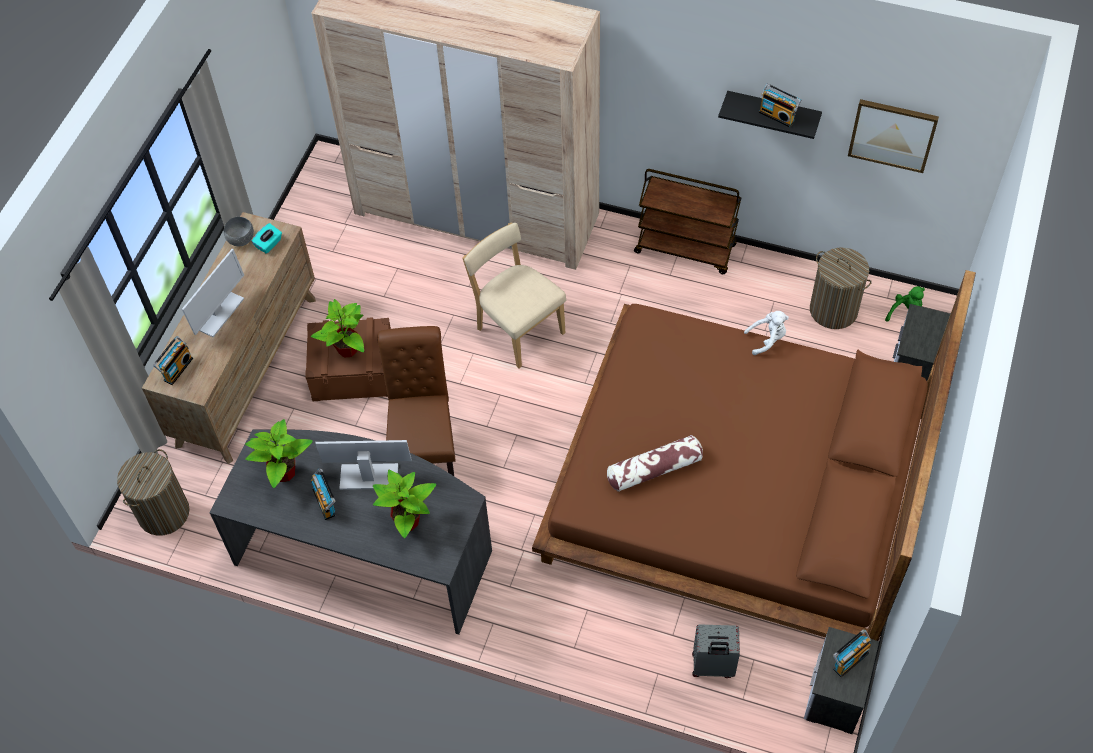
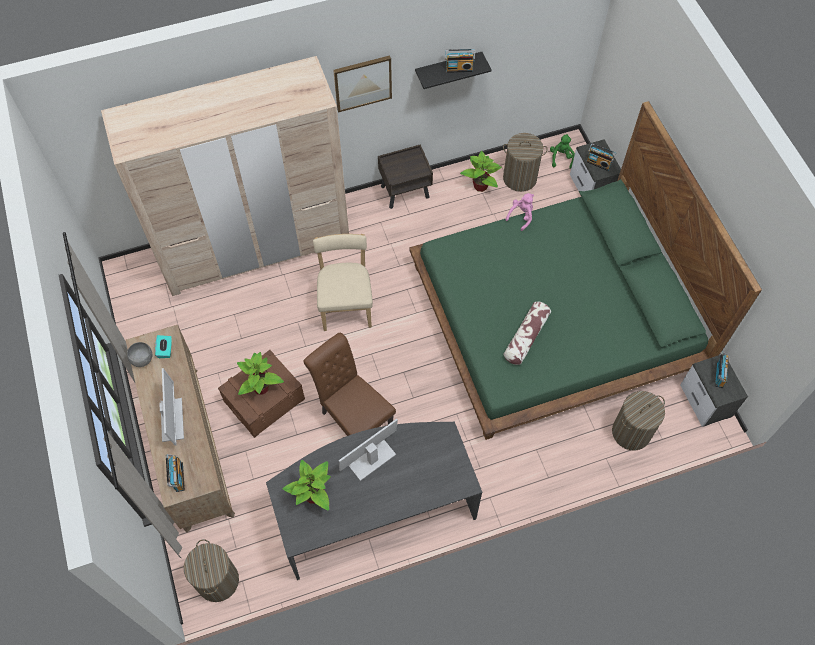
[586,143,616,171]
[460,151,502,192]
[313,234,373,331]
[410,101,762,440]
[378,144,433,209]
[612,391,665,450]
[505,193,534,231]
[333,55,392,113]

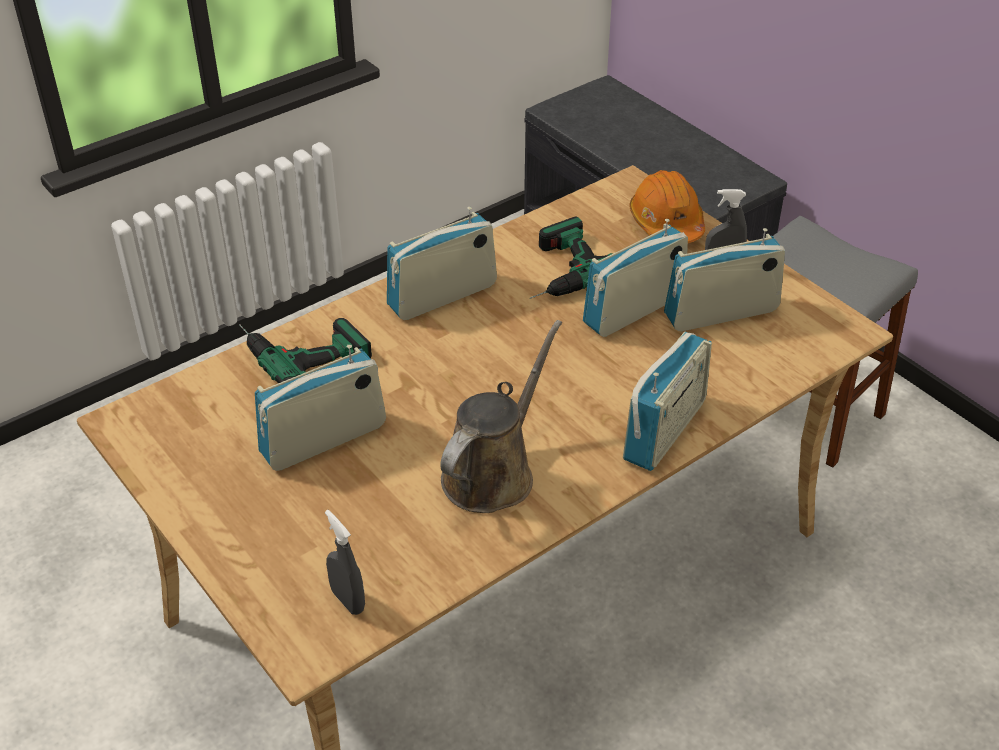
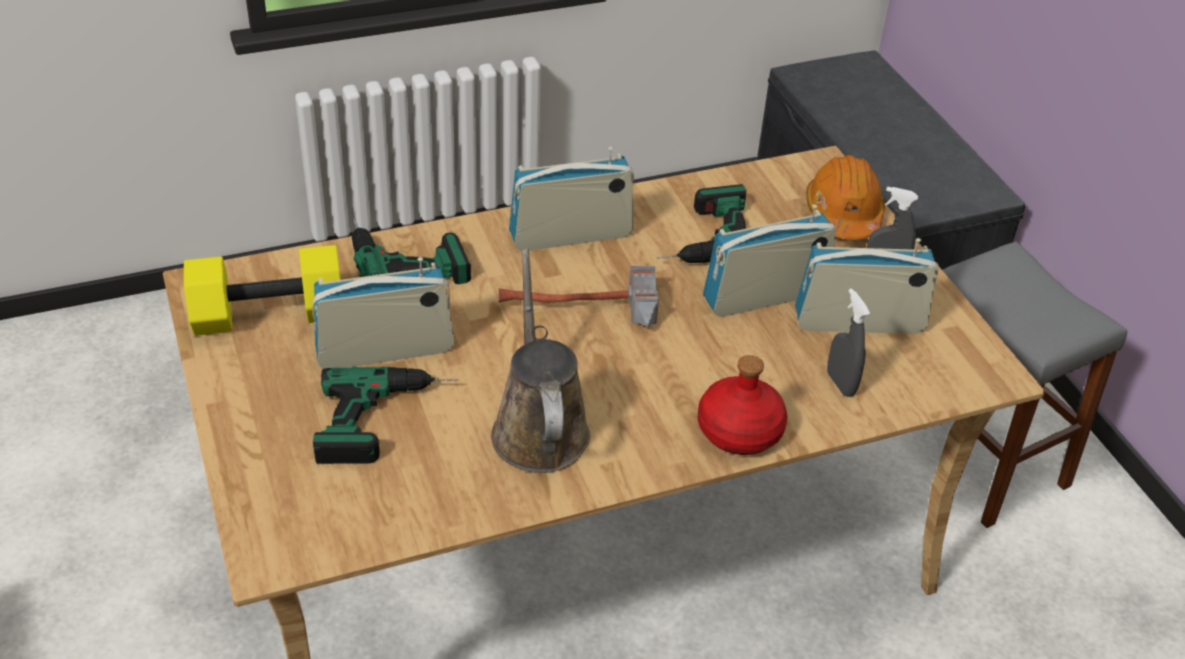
[827,288,870,397]
[491,249,590,473]
[698,355,788,455]
[184,245,341,336]
[313,366,458,464]
[498,266,659,327]

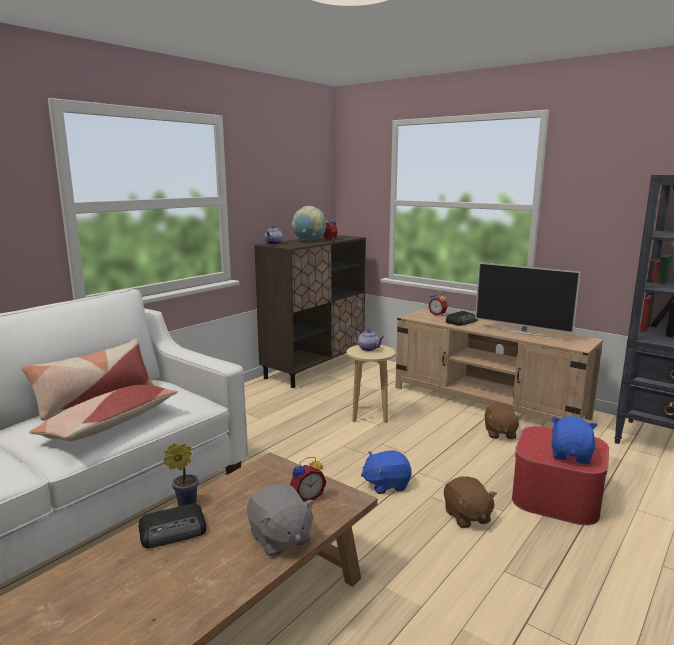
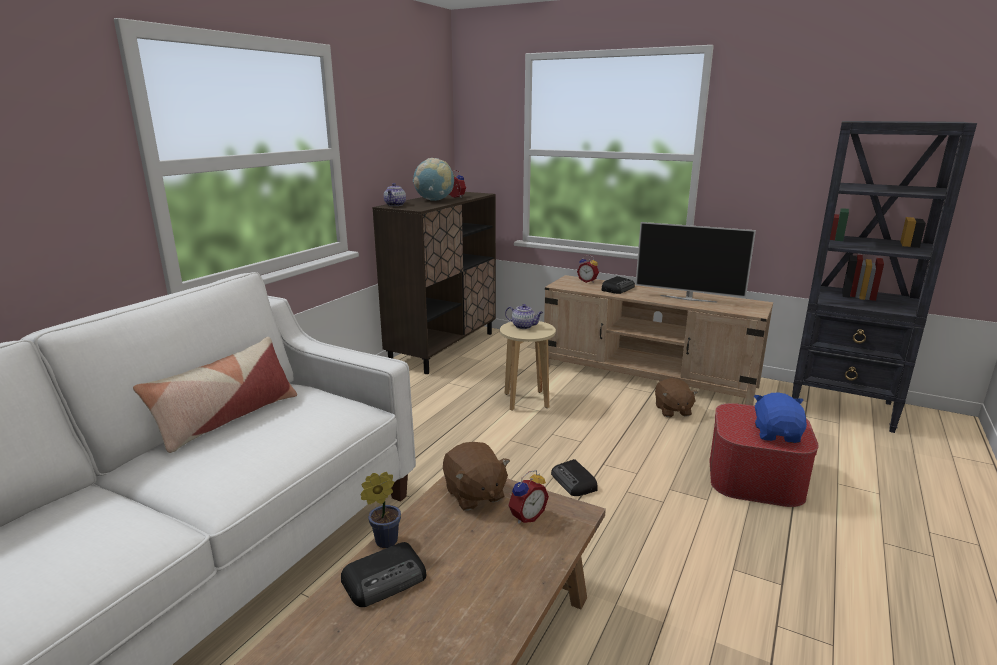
[29,385,178,441] (first image)
[247,484,315,556] (first image)
[551,459,597,496]
[443,442,510,511]

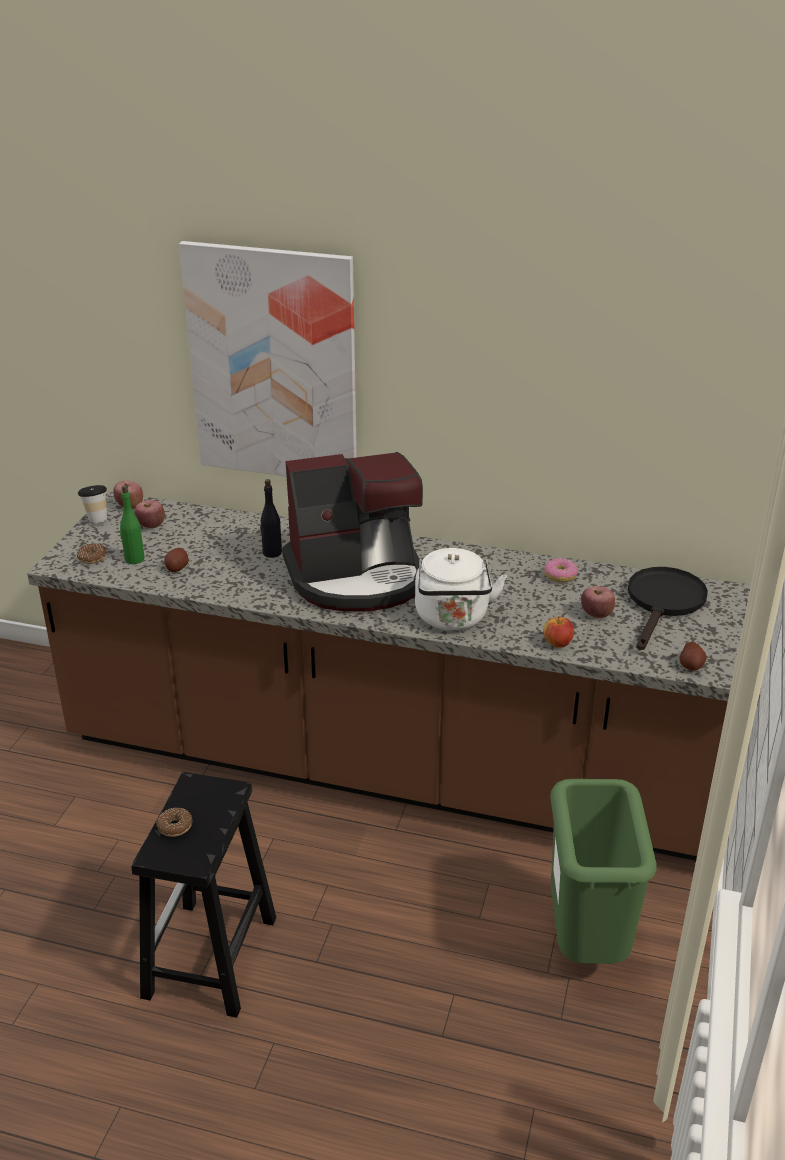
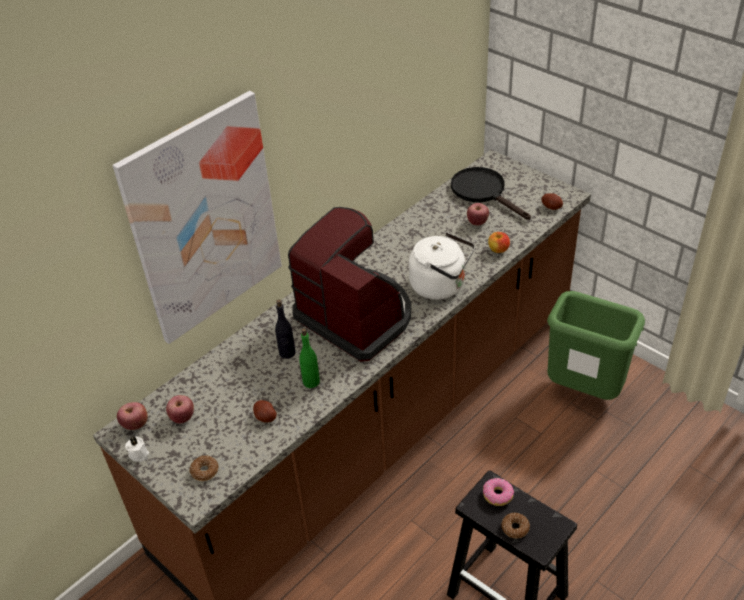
[125,436,149,462]
[299,328,320,388]
[288,207,411,362]
[483,478,514,506]

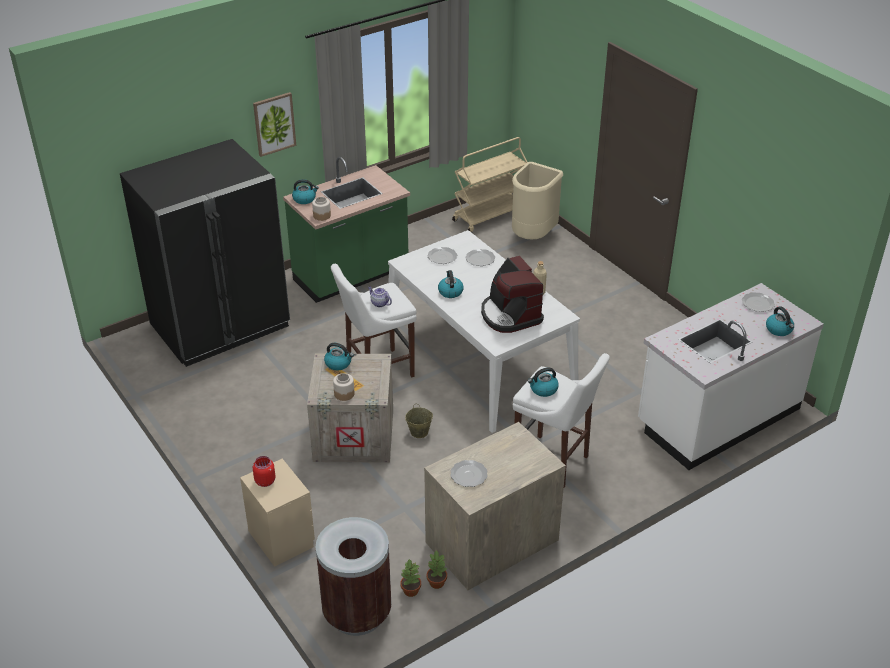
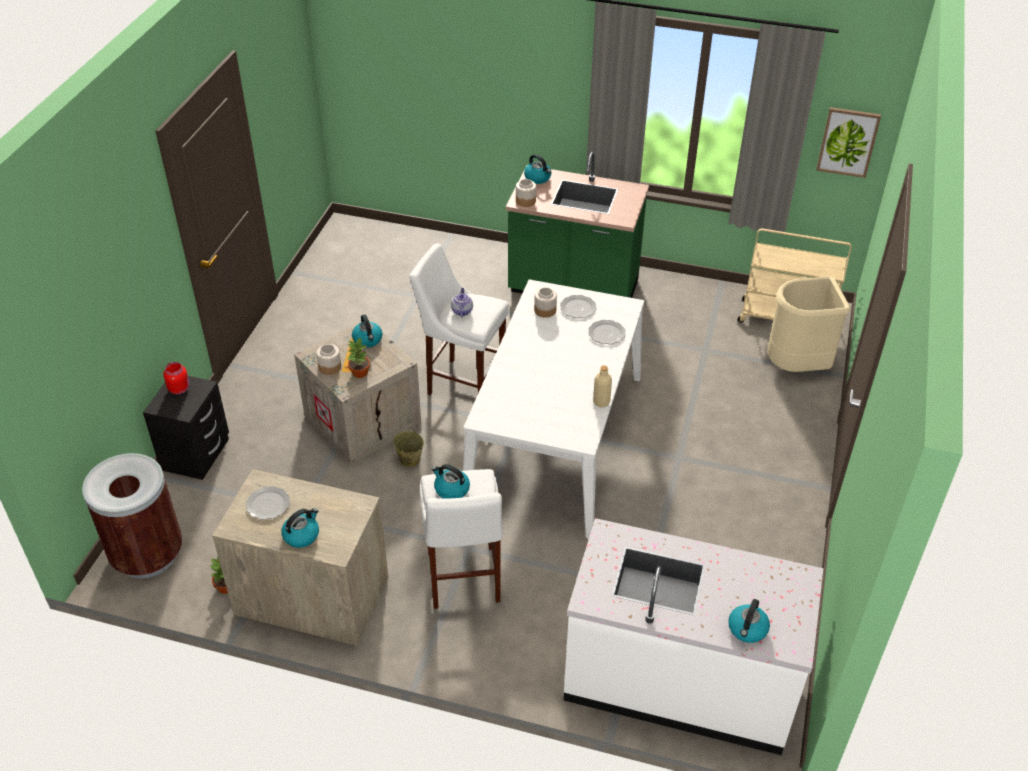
[120,139,290,367] (first image)
[143,376,229,480]
[816,107,881,178]
[348,337,370,378]
[281,508,319,548]
[481,256,544,333] (first image)
[742,292,775,312] (first image)
[534,287,557,318]

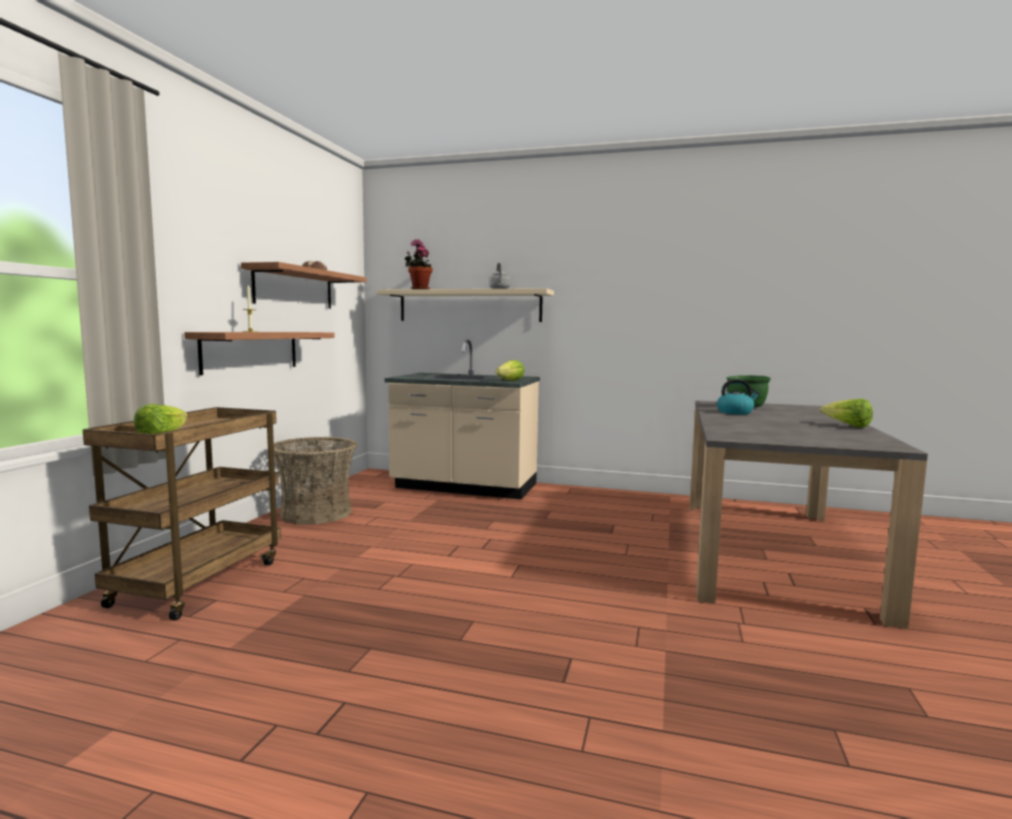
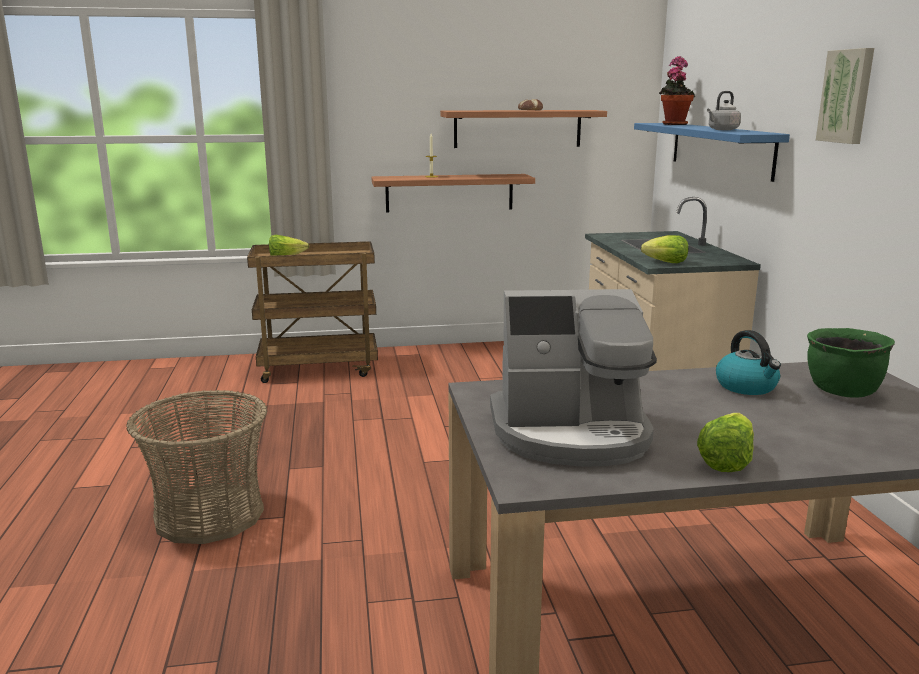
[126,390,267,544]
[634,123,790,182]
[490,289,657,467]
[816,48,874,144]

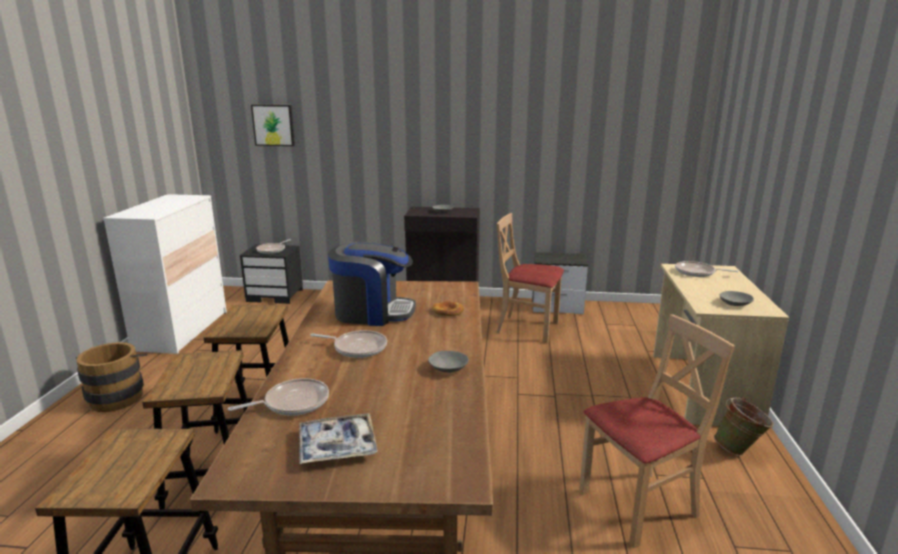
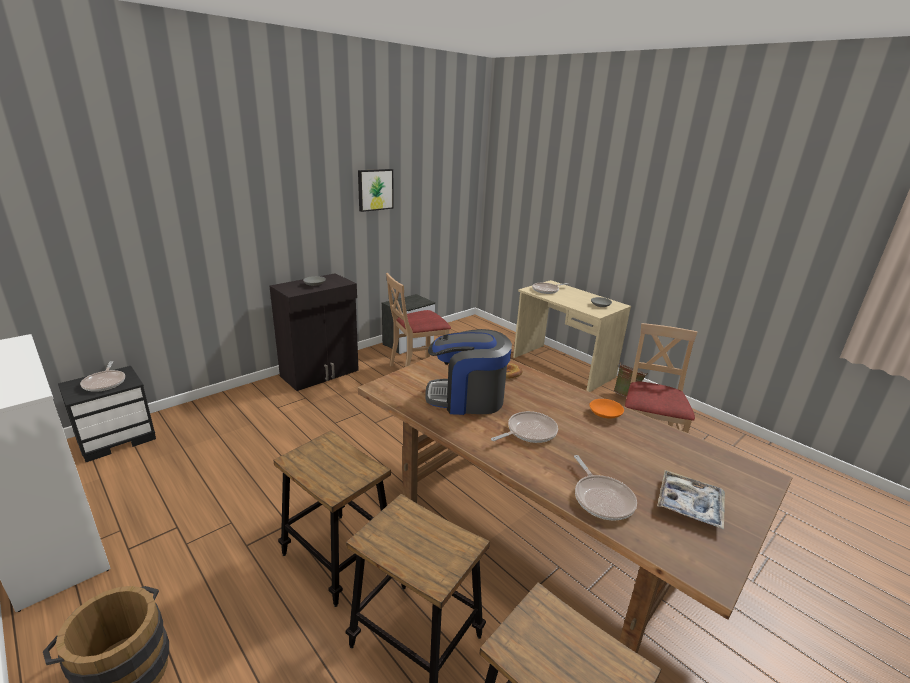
[574,455,637,521]
[358,169,394,212]
[425,329,512,415]
[589,399,624,419]

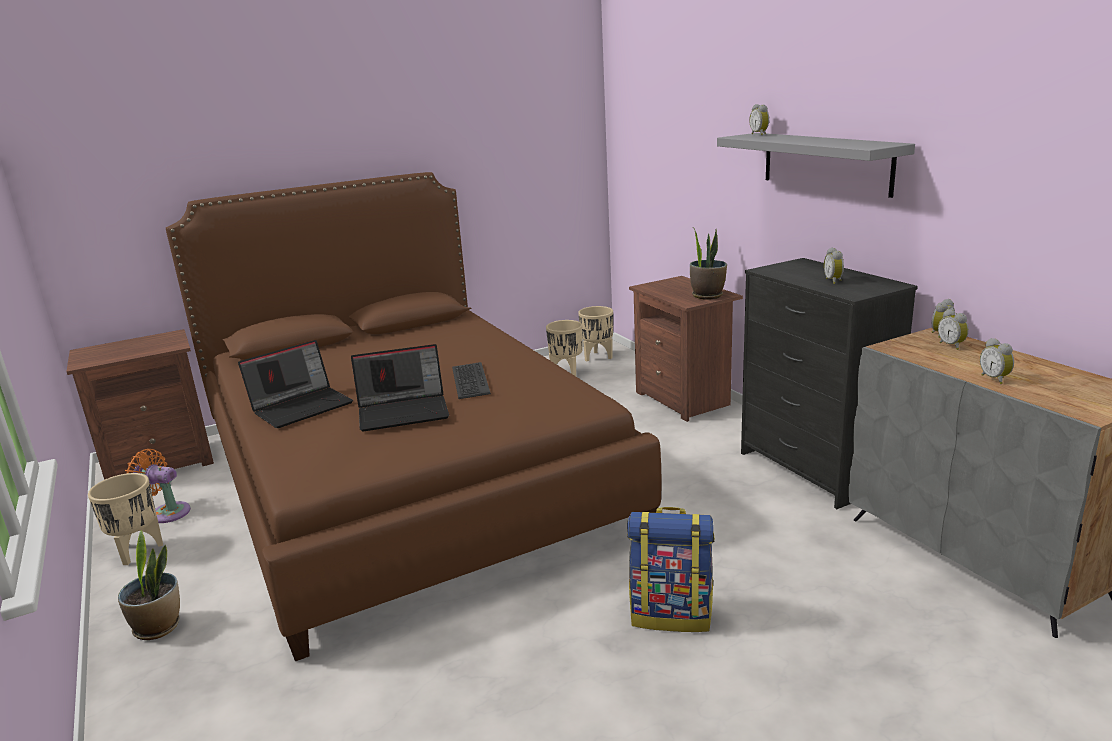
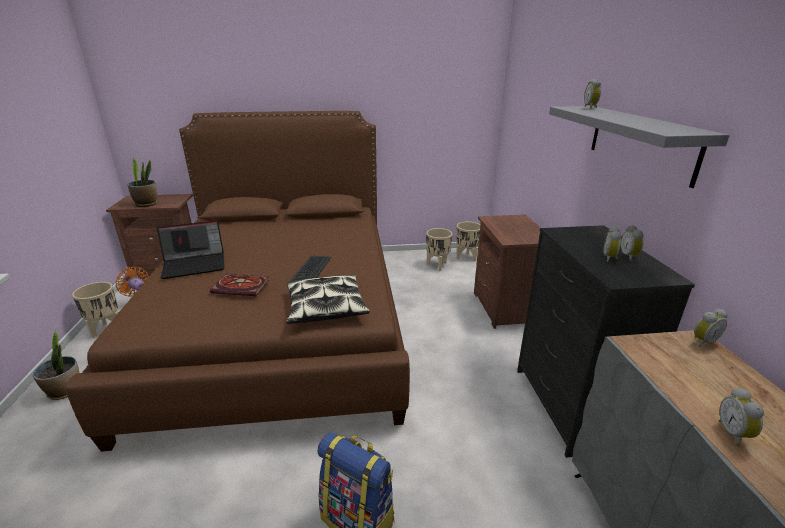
[210,274,269,296]
[128,156,157,207]
[621,225,644,261]
[286,275,370,324]

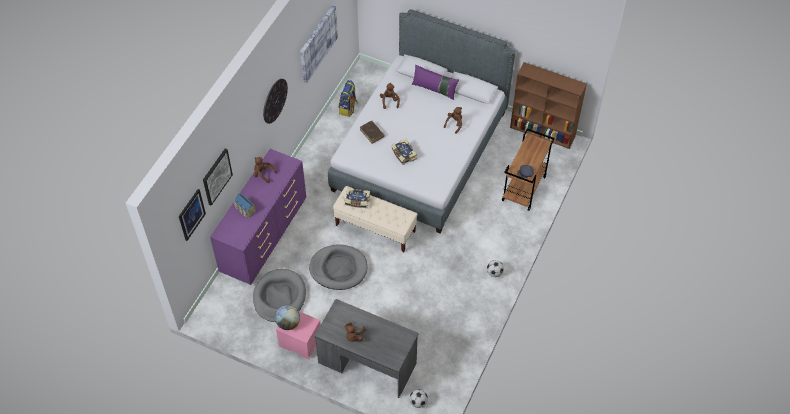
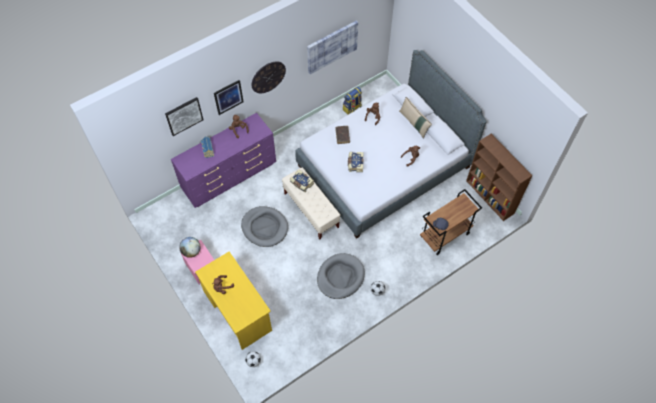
[214,80,244,115]
[317,253,365,299]
[195,251,272,350]
[399,97,432,138]

